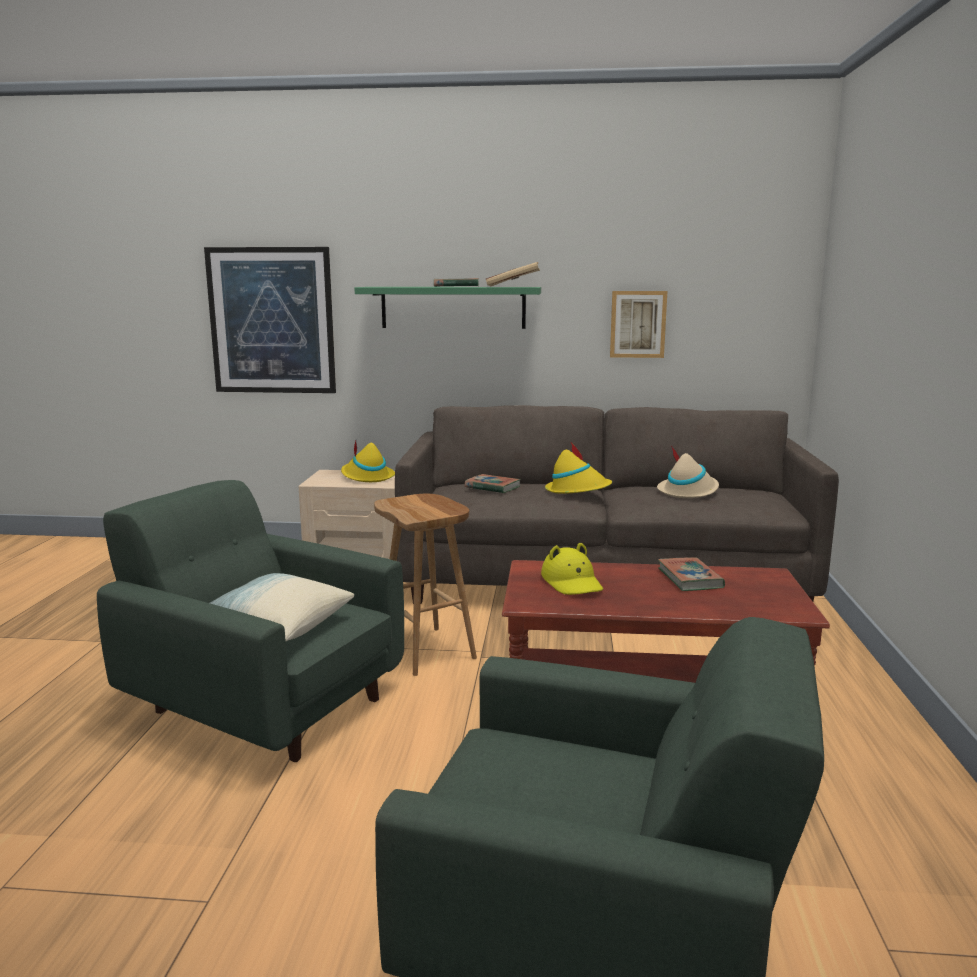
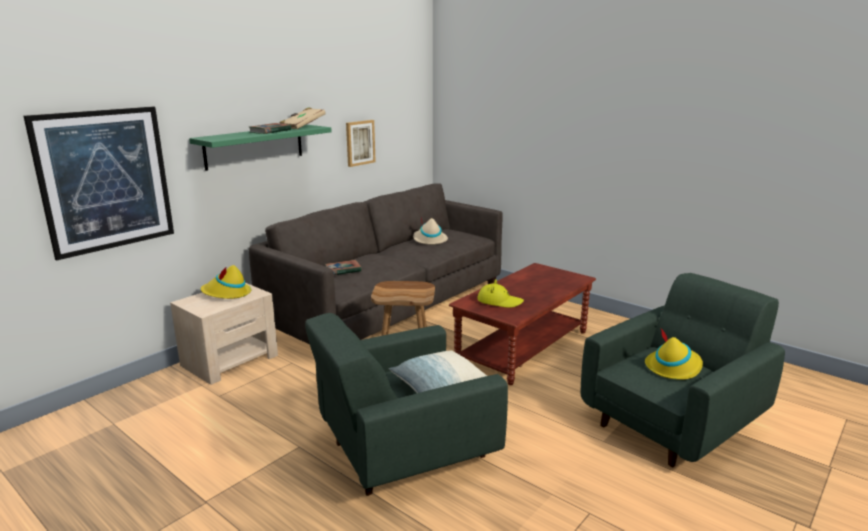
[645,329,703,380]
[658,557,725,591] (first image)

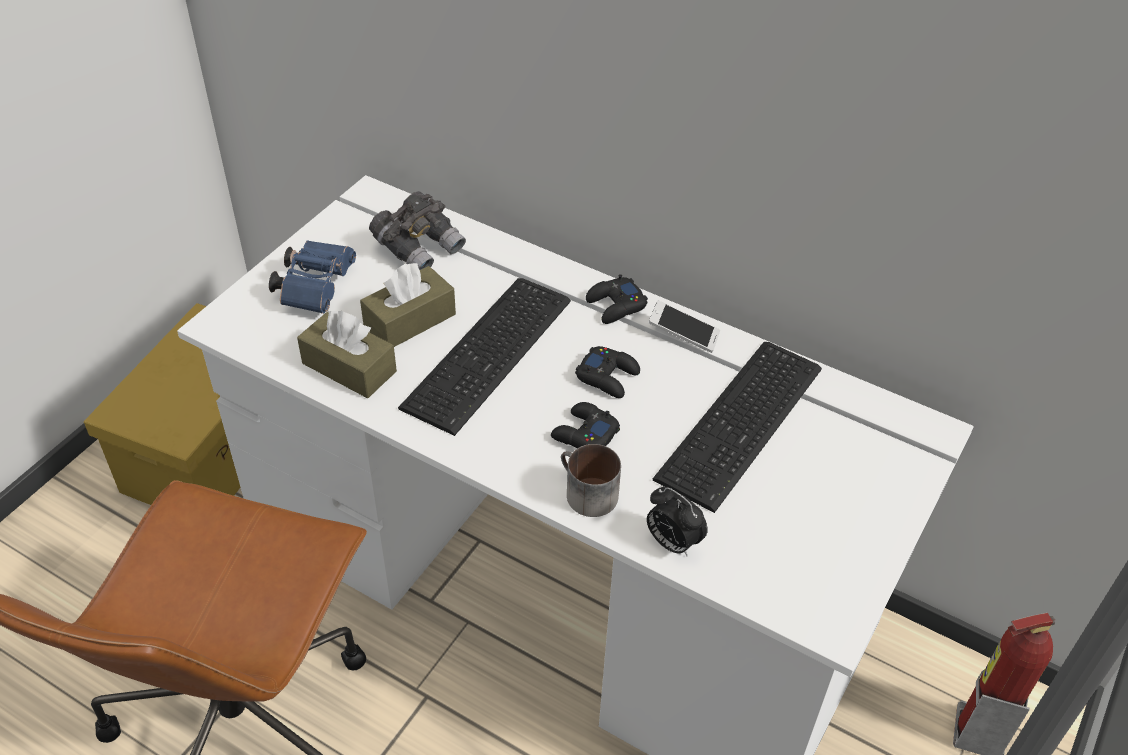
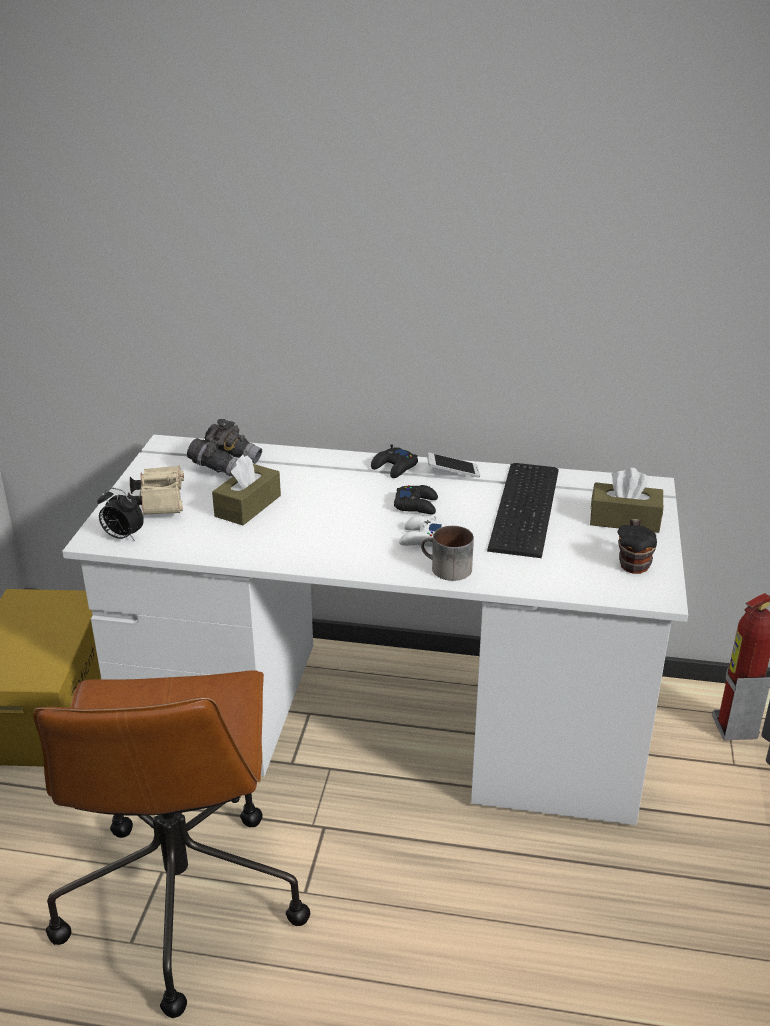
[128,465,184,515]
[590,468,663,533]
[398,278,571,436] (first image)
[399,515,447,547]
[97,487,144,541]
[617,519,657,574]

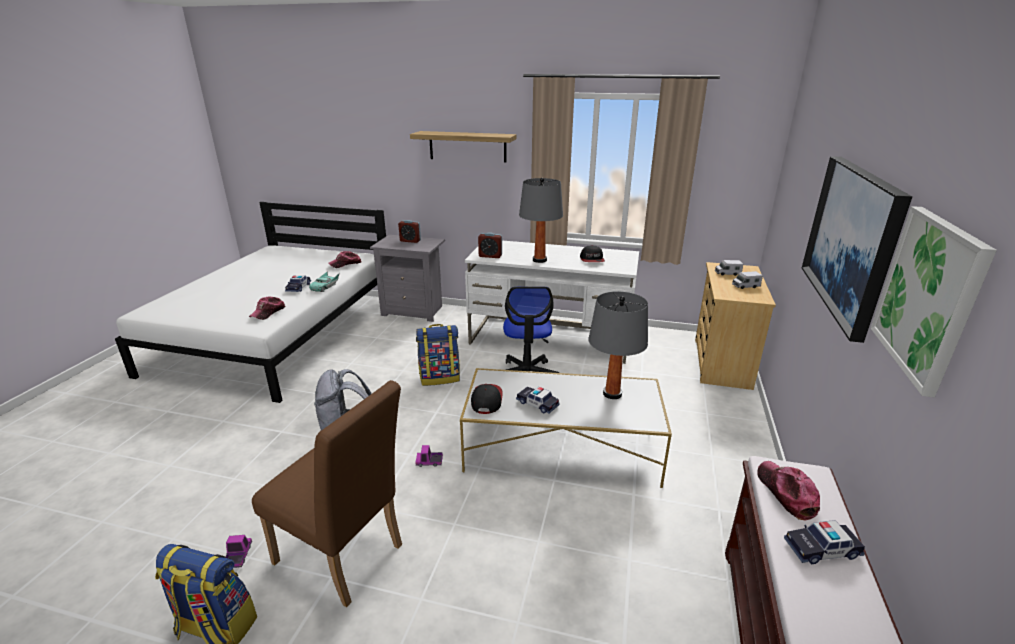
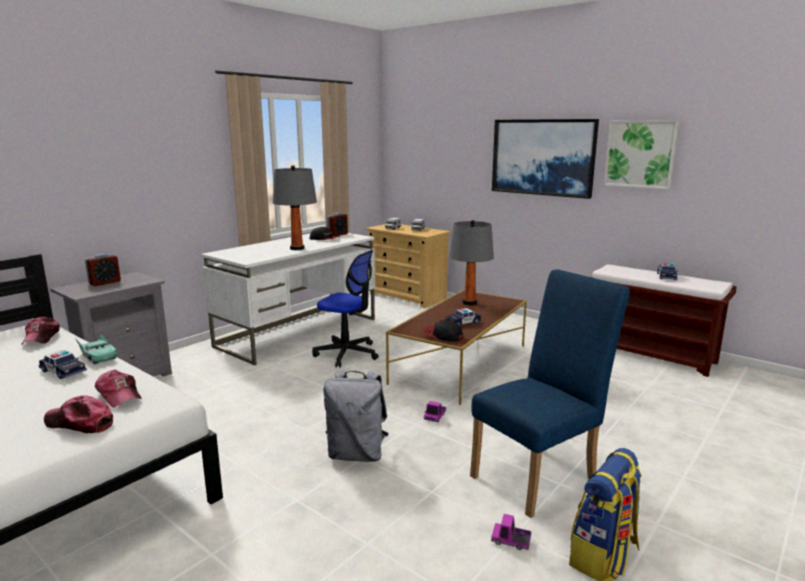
[470,270,630,518]
[410,131,516,163] (first image)
[416,324,460,386] (first image)
[386,290,527,405]
[327,213,348,236]
[44,396,113,433]

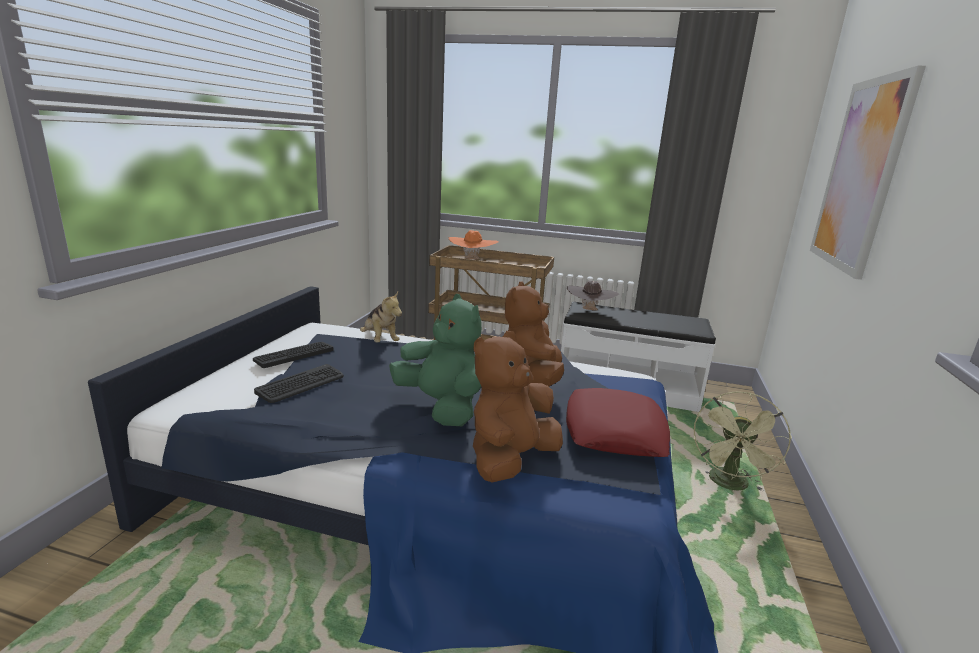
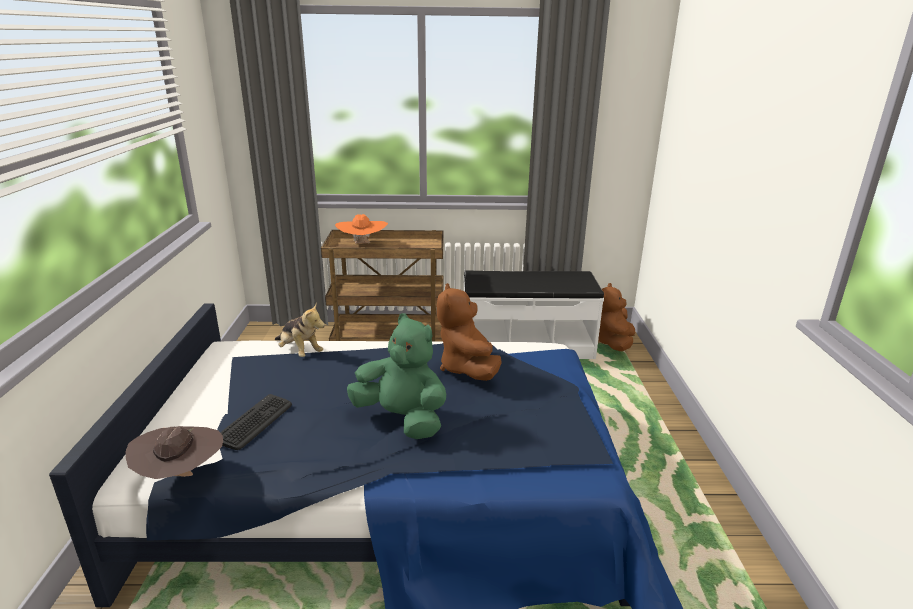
[253,342,333,368] (first image)
[598,283,635,351]
[566,388,670,457] (first image)
[126,426,223,479]
[694,391,792,492] (first image)
[810,66,926,280] (first image)

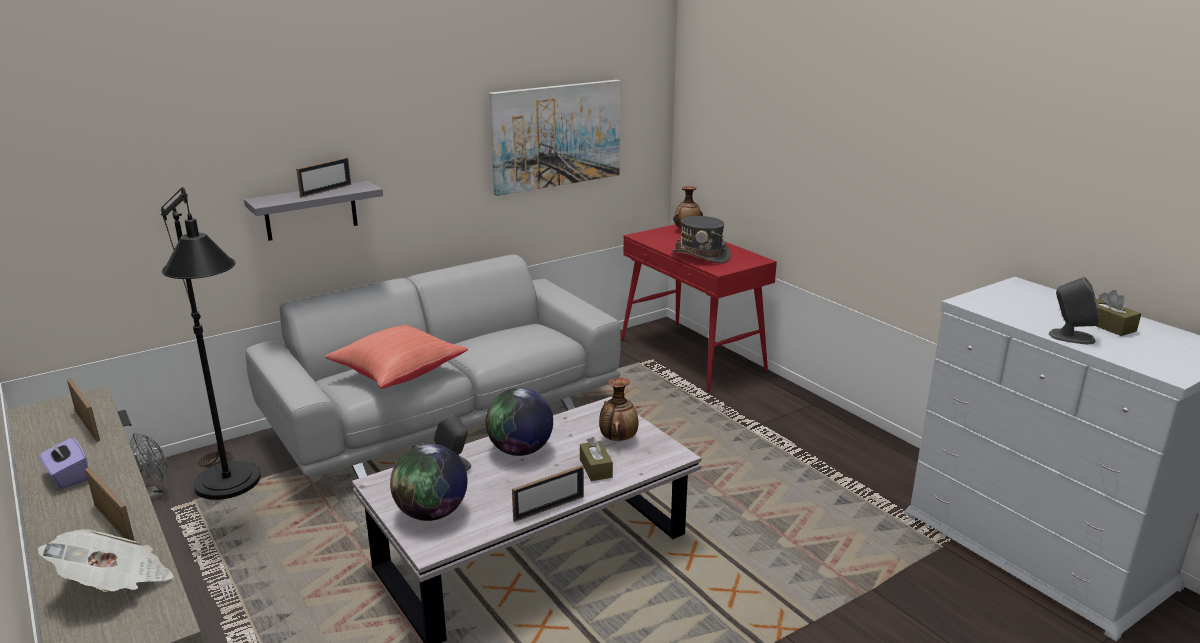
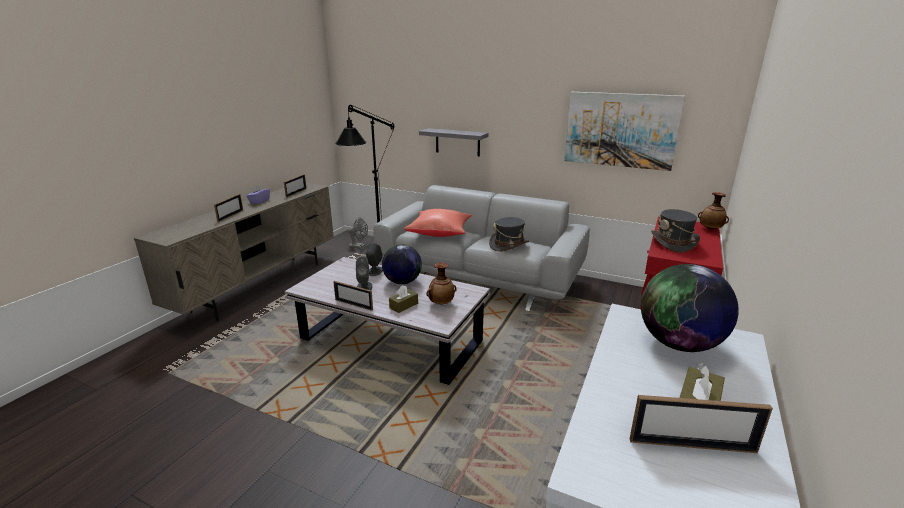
[38,529,174,592] (first image)
[630,395,773,453]
[641,264,739,352]
[356,256,372,290]
[489,217,529,252]

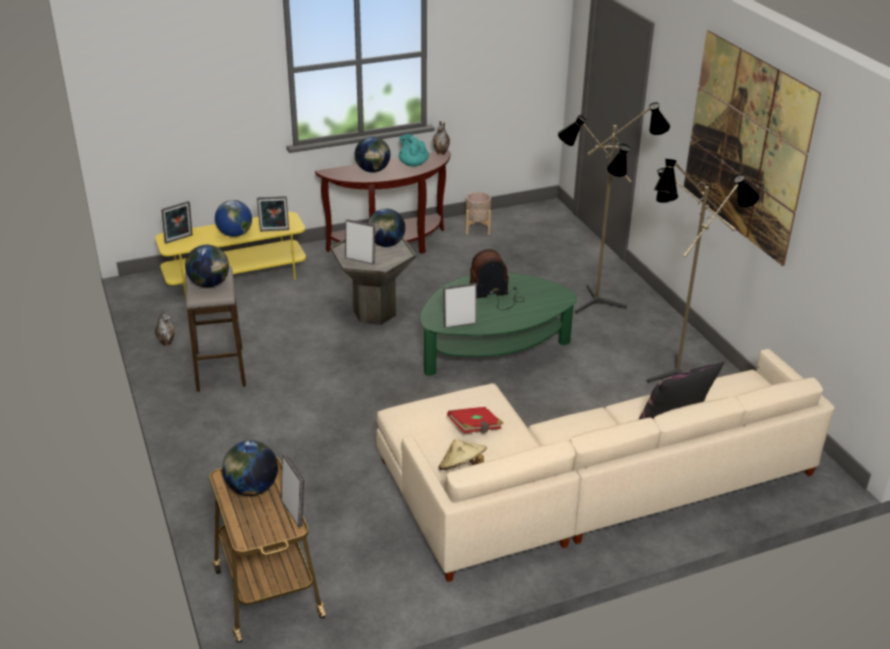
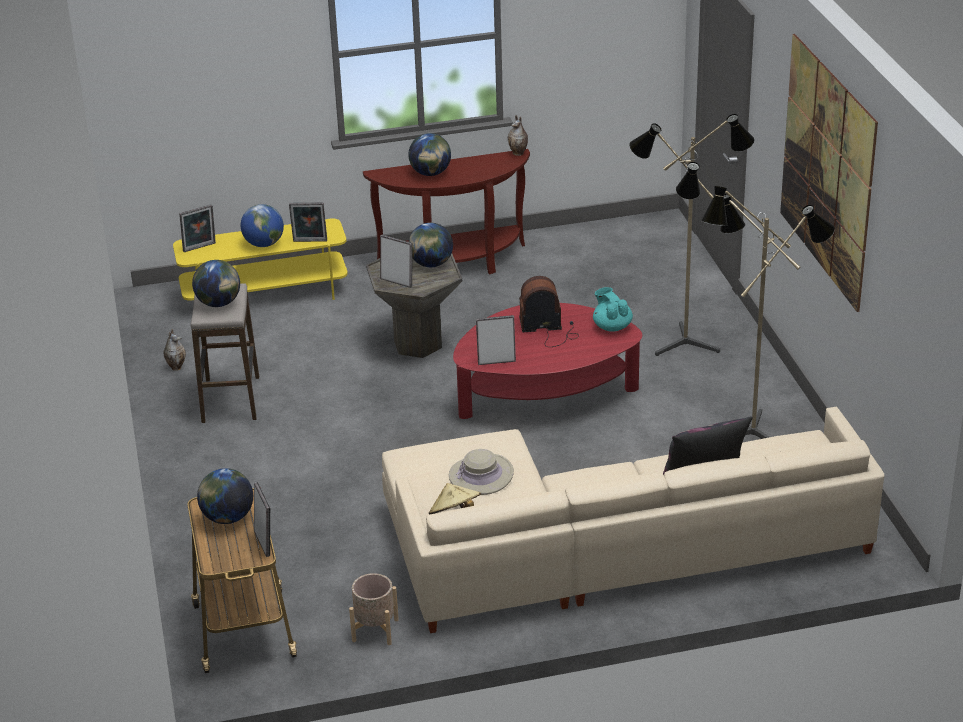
[593,287,633,332]
[453,303,642,419]
[449,449,514,495]
[349,573,399,645]

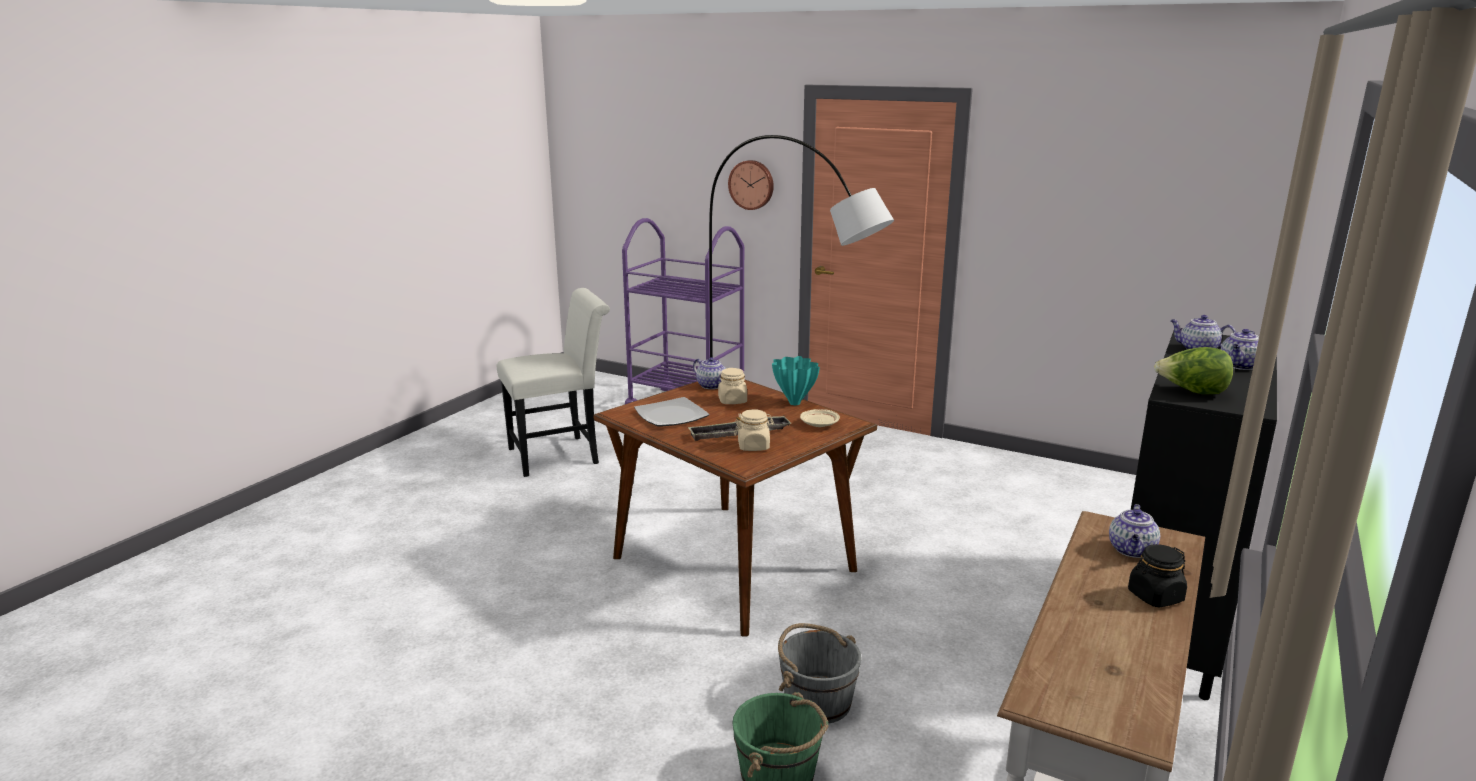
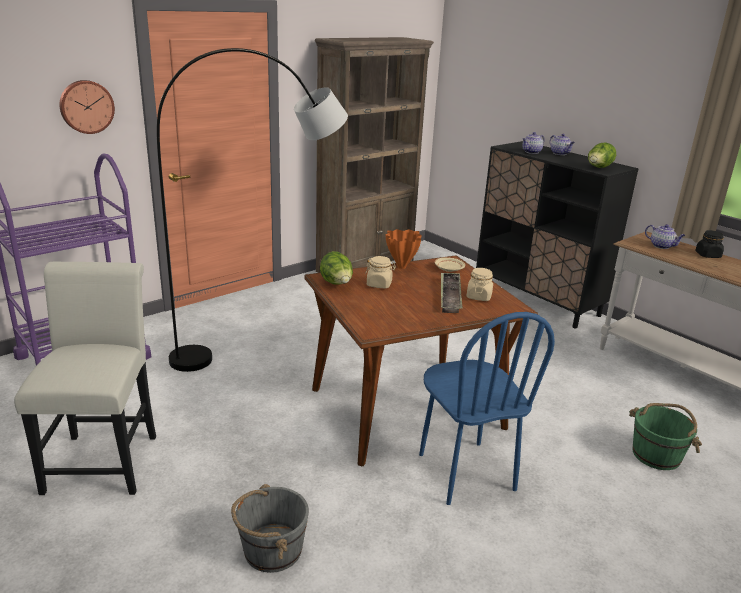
[634,397,710,427] (first image)
[320,251,353,285]
[386,229,422,269]
[231,484,309,573]
[315,37,434,273]
[419,312,555,505]

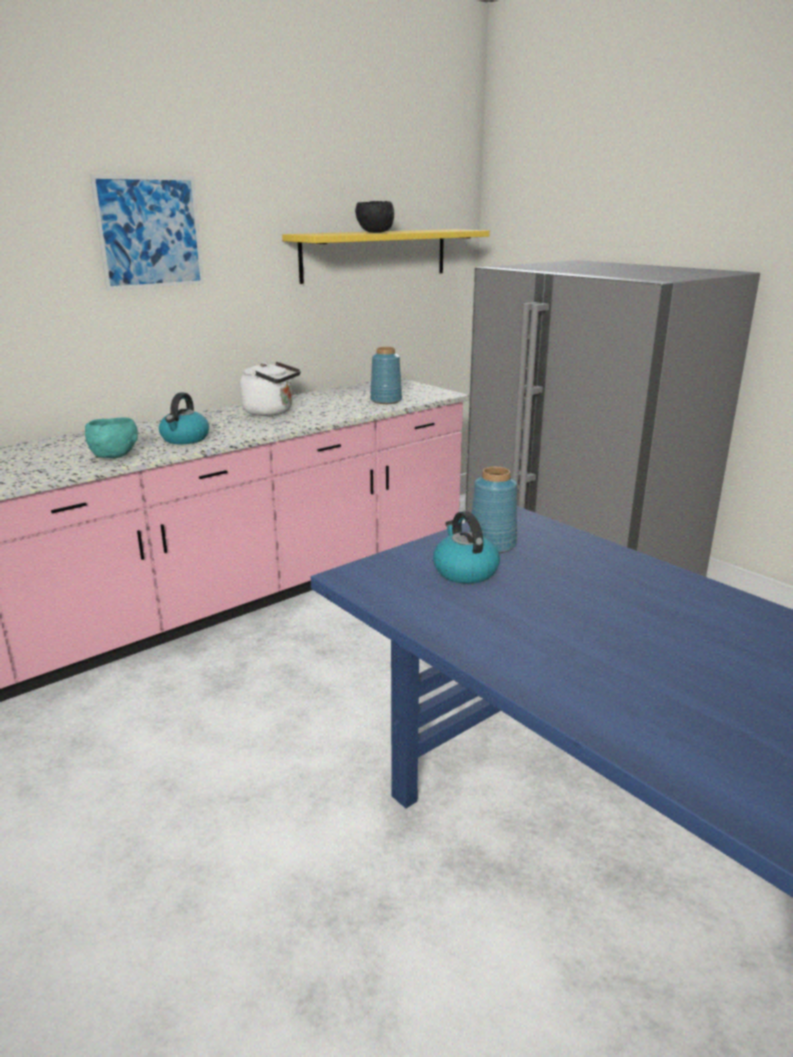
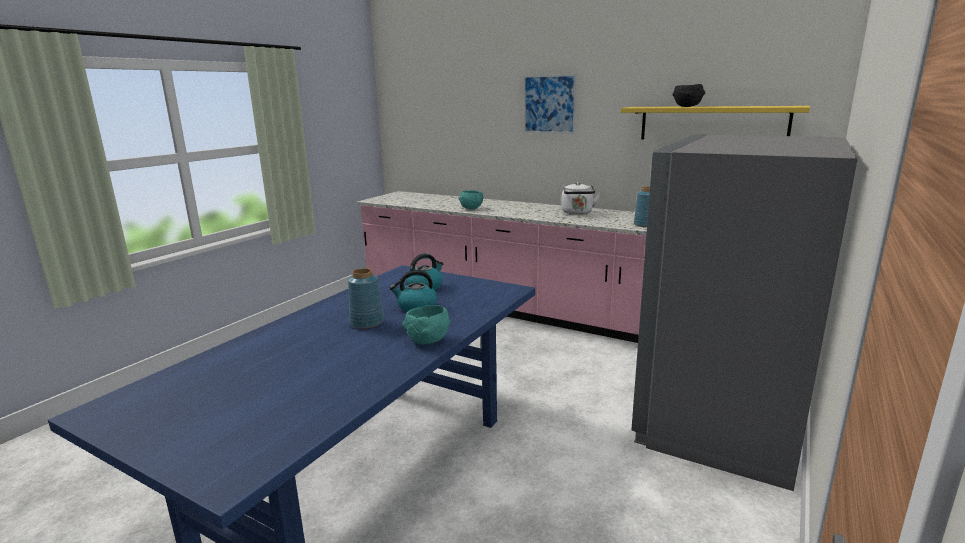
[390,270,437,312]
[348,268,384,329]
[402,305,450,345]

